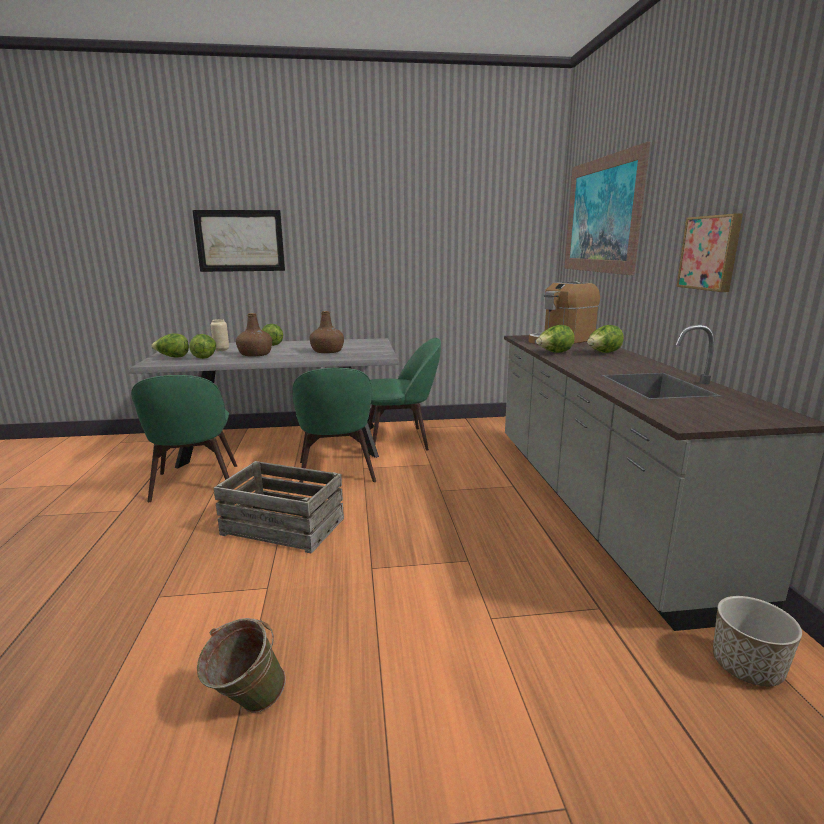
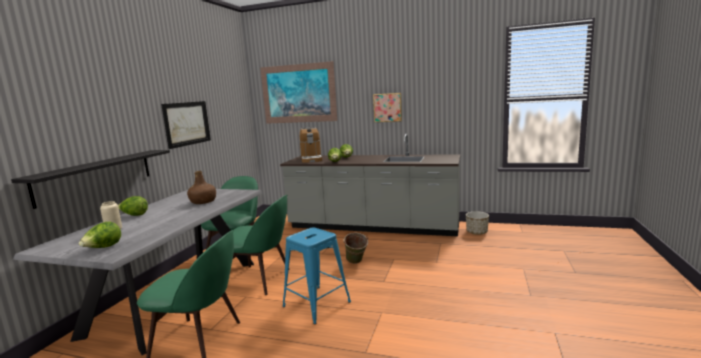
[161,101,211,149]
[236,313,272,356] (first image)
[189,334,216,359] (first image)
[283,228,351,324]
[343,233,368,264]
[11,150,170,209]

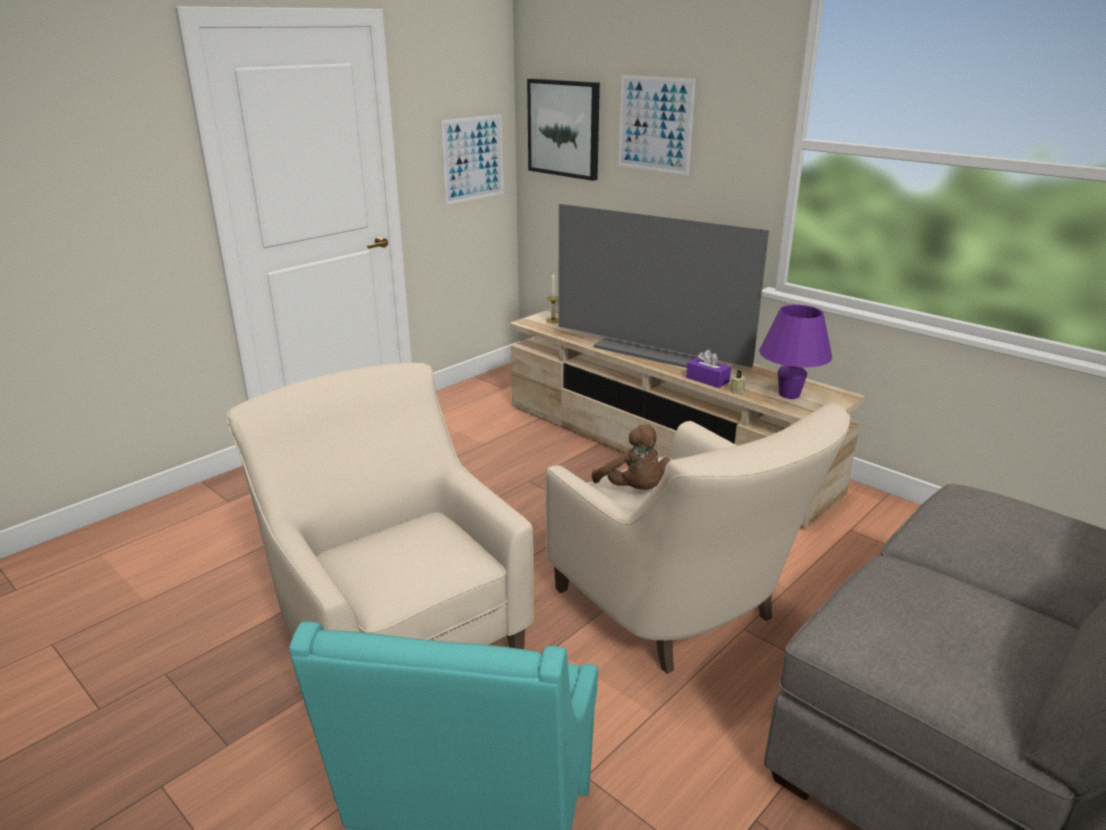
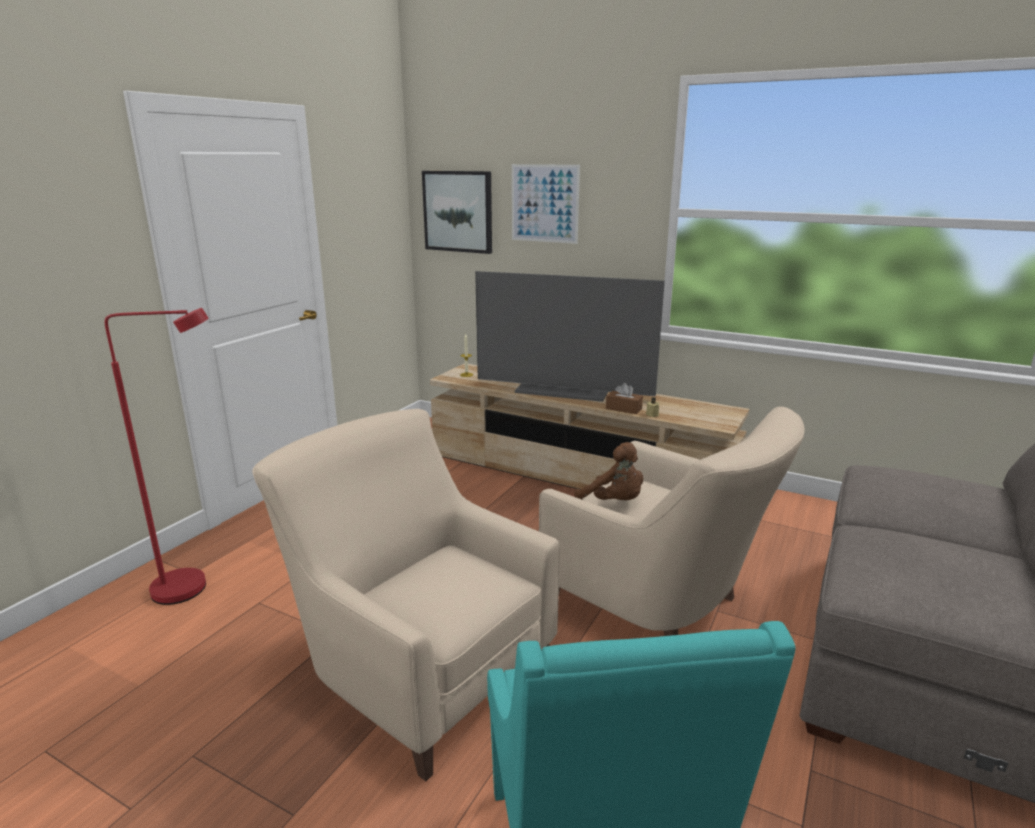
[440,114,503,205] (first image)
[759,304,832,399] (first image)
[606,383,643,414]
[105,308,209,605]

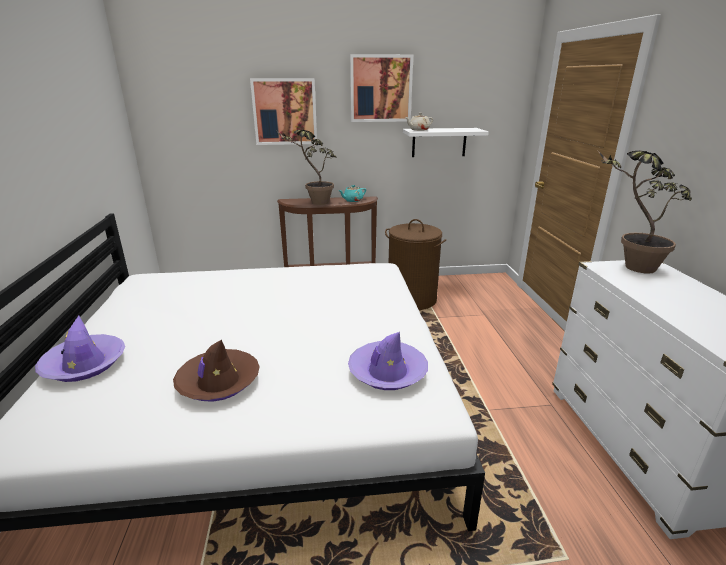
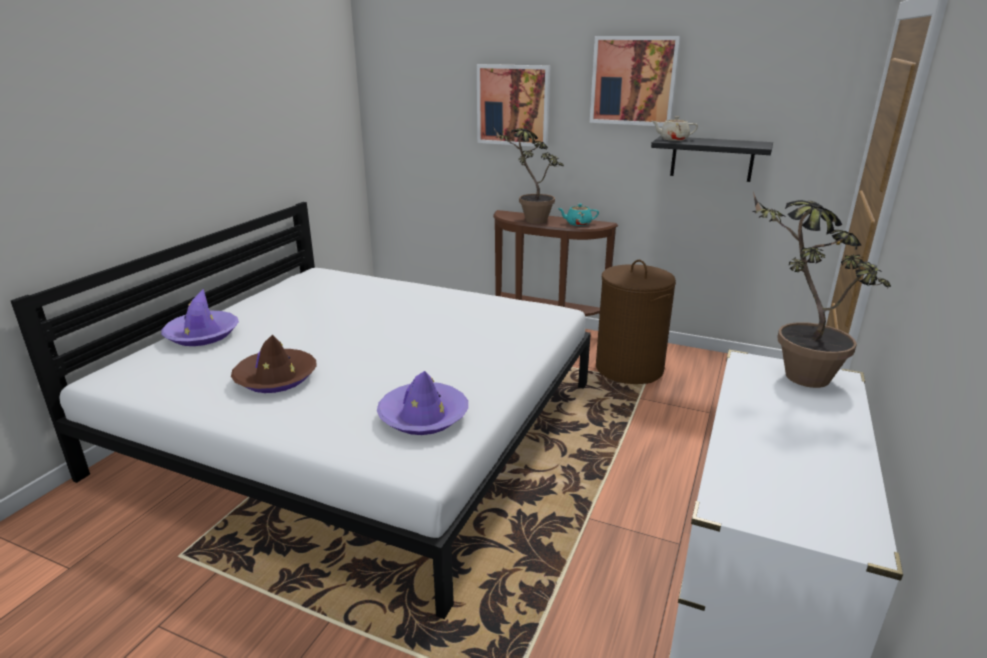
[651,136,773,182]

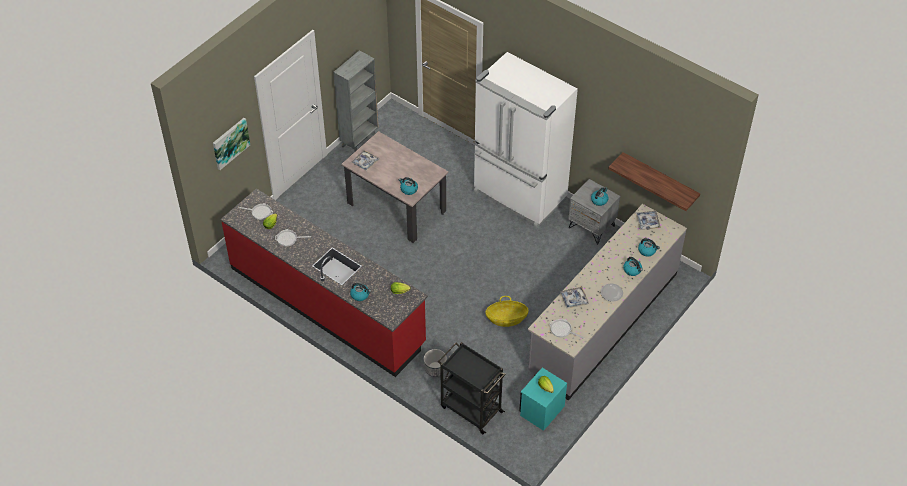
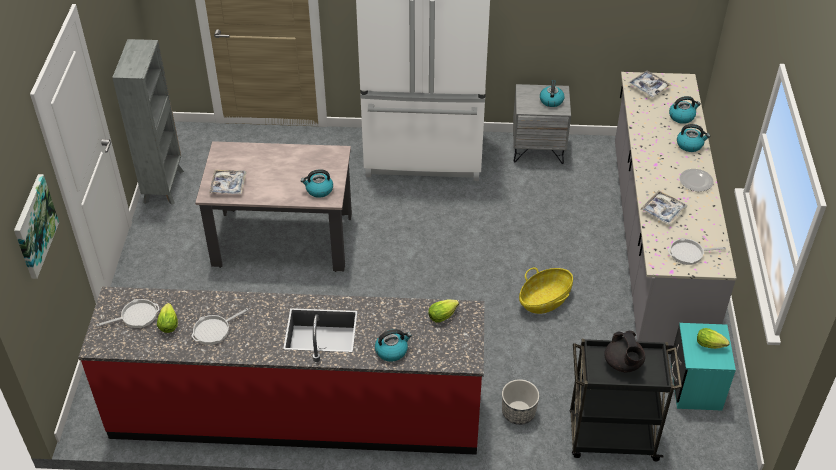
[608,152,700,211] (first image)
[604,330,645,372]

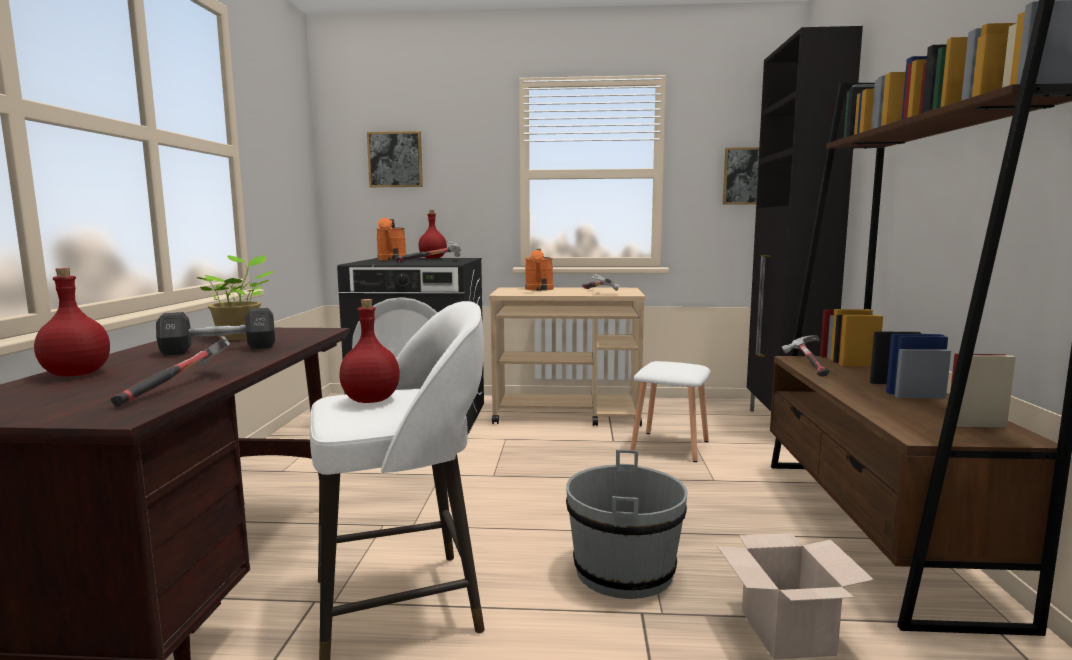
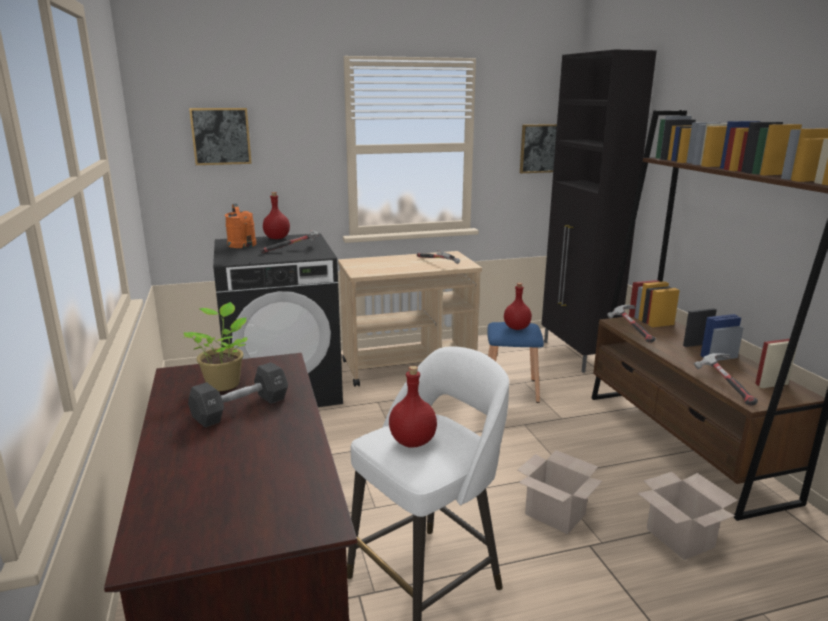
[525,249,553,291] (first image)
[504,283,532,330]
[694,353,758,406]
[487,322,544,403]
[517,450,602,534]

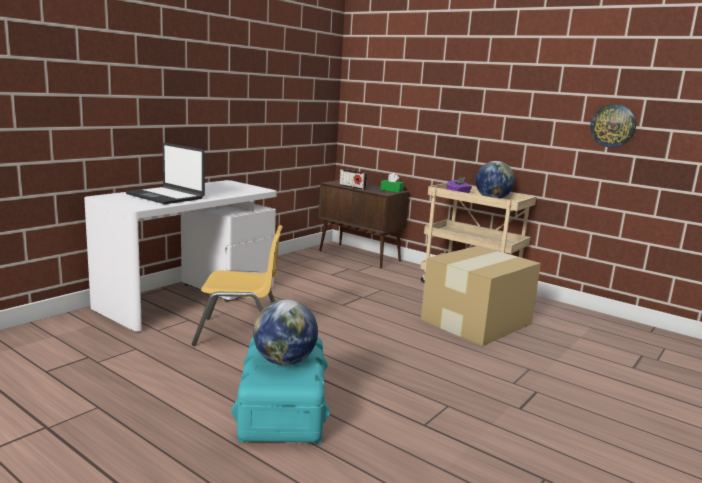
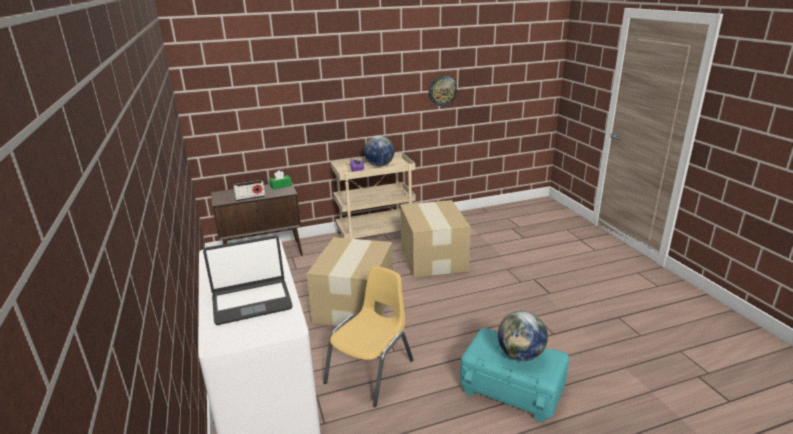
[307,237,393,326]

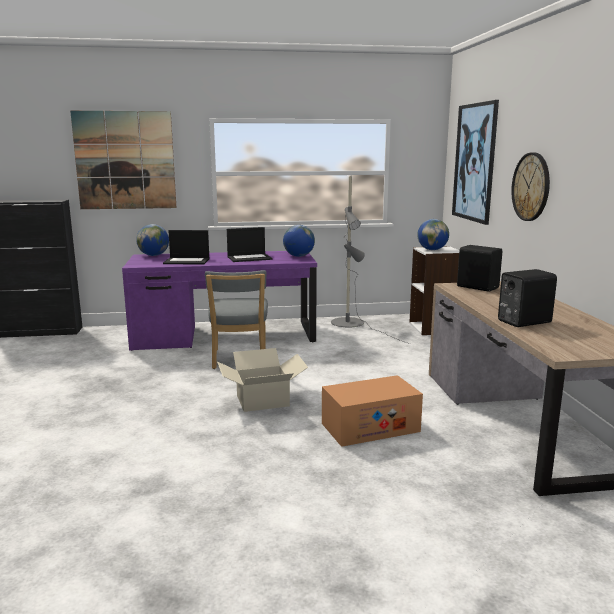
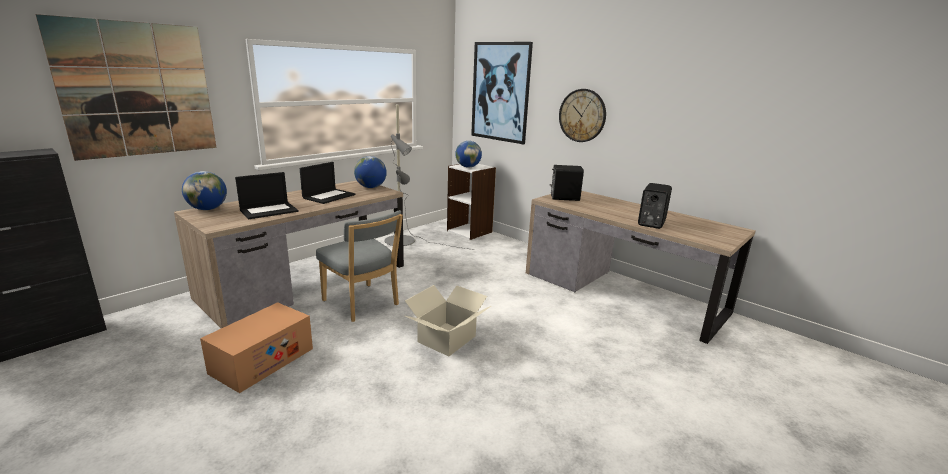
[174,180,404,328]
[200,302,313,393]

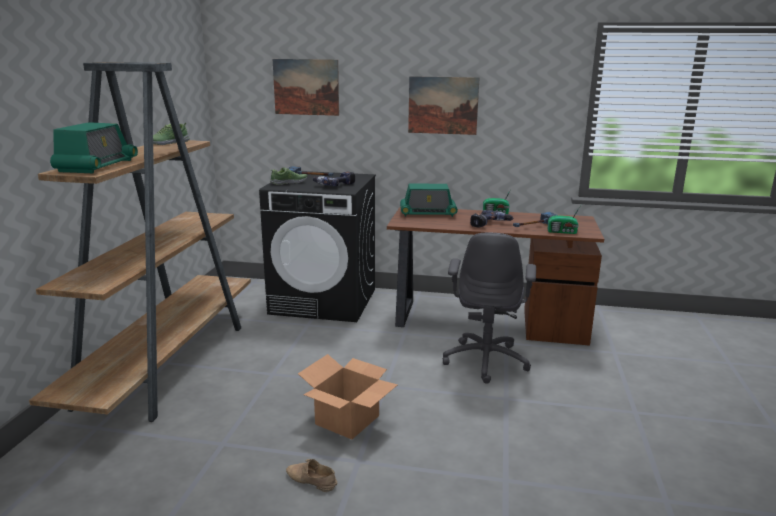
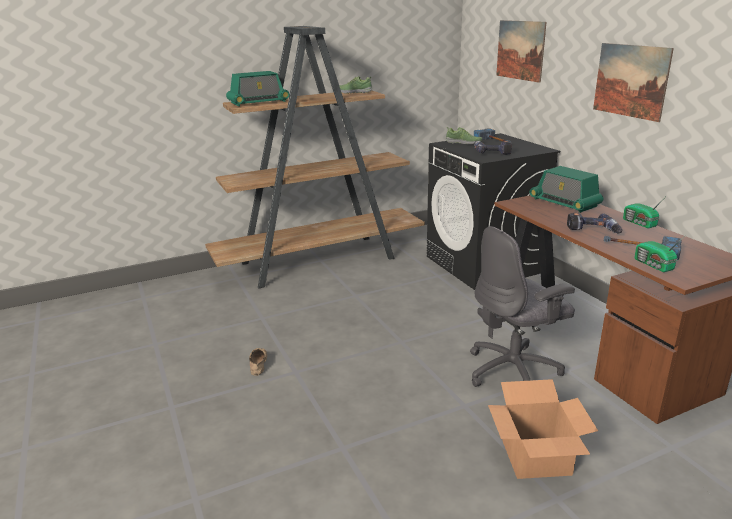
[488,379,598,479]

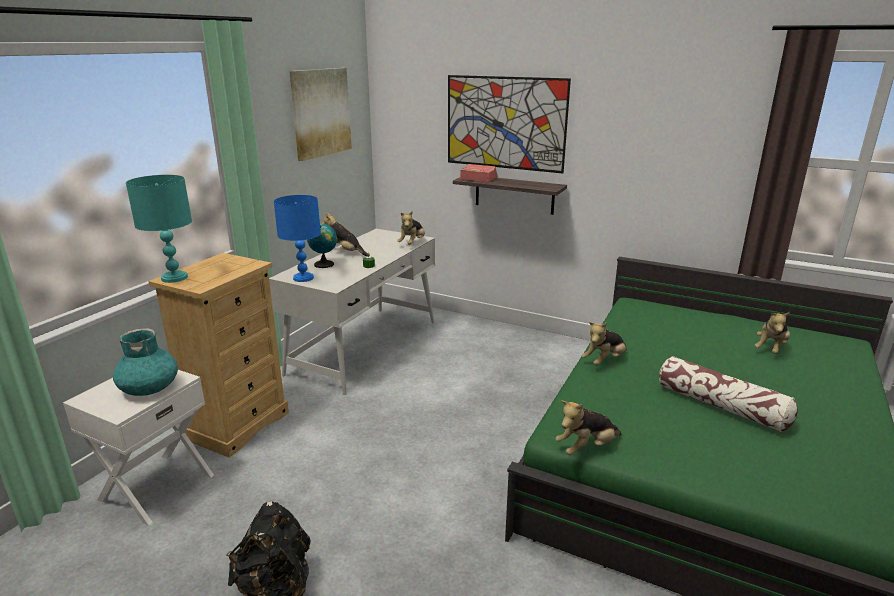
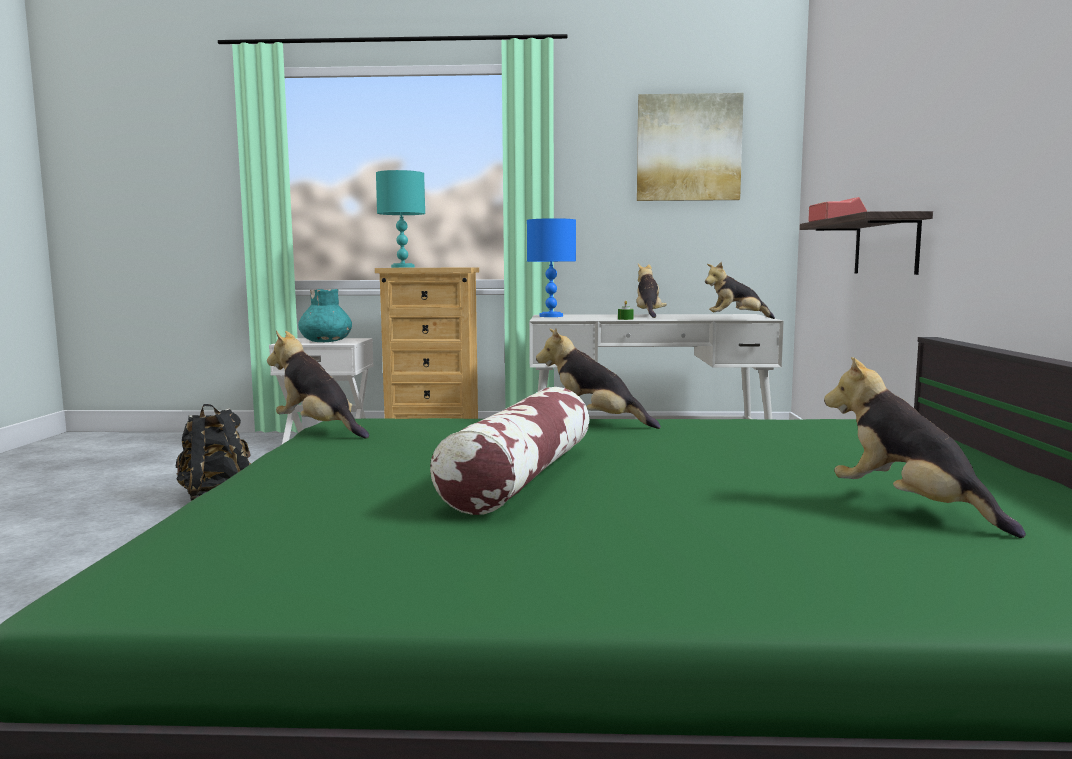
[448,75,571,173] (first image)
[307,224,337,268] (first image)
[824,357,1026,538]

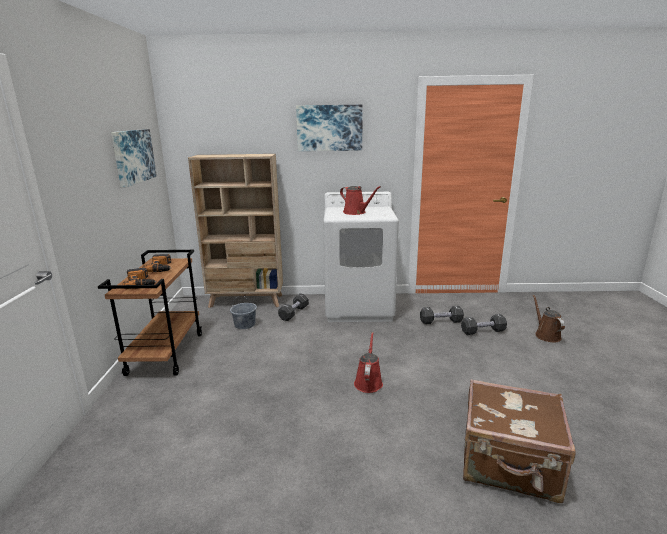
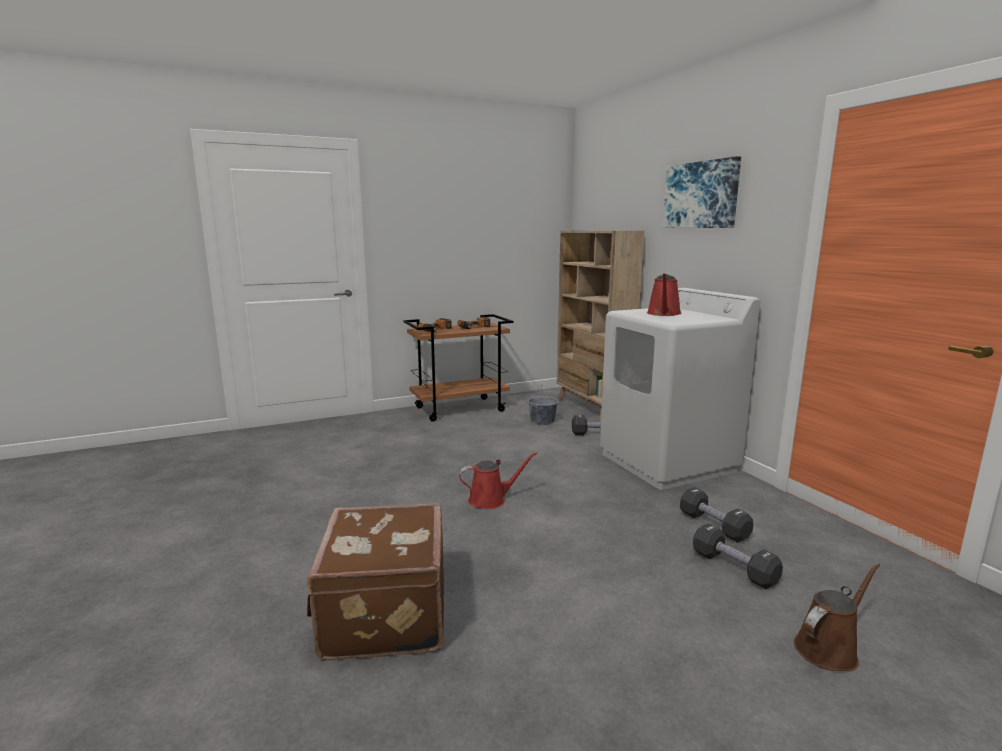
[111,129,157,188] (first image)

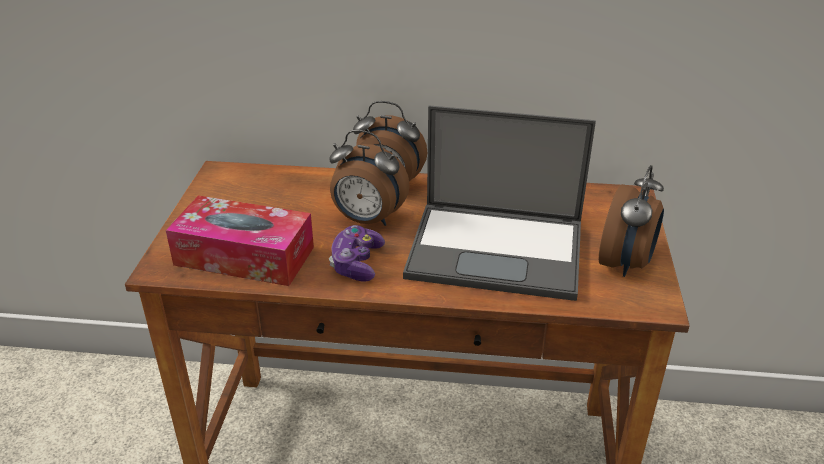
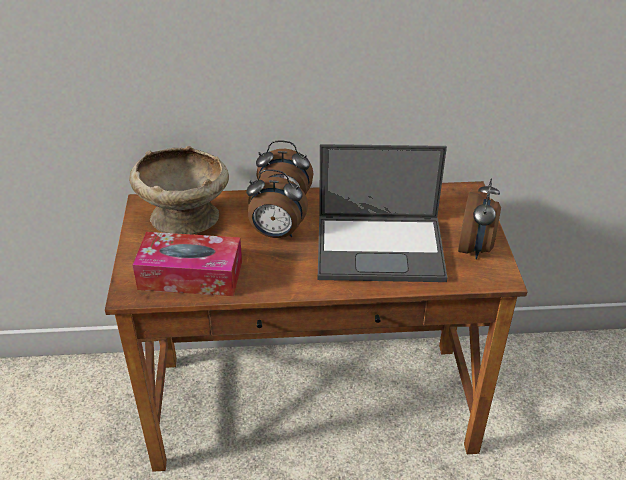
[329,225,385,282] (first image)
[129,146,229,235]

